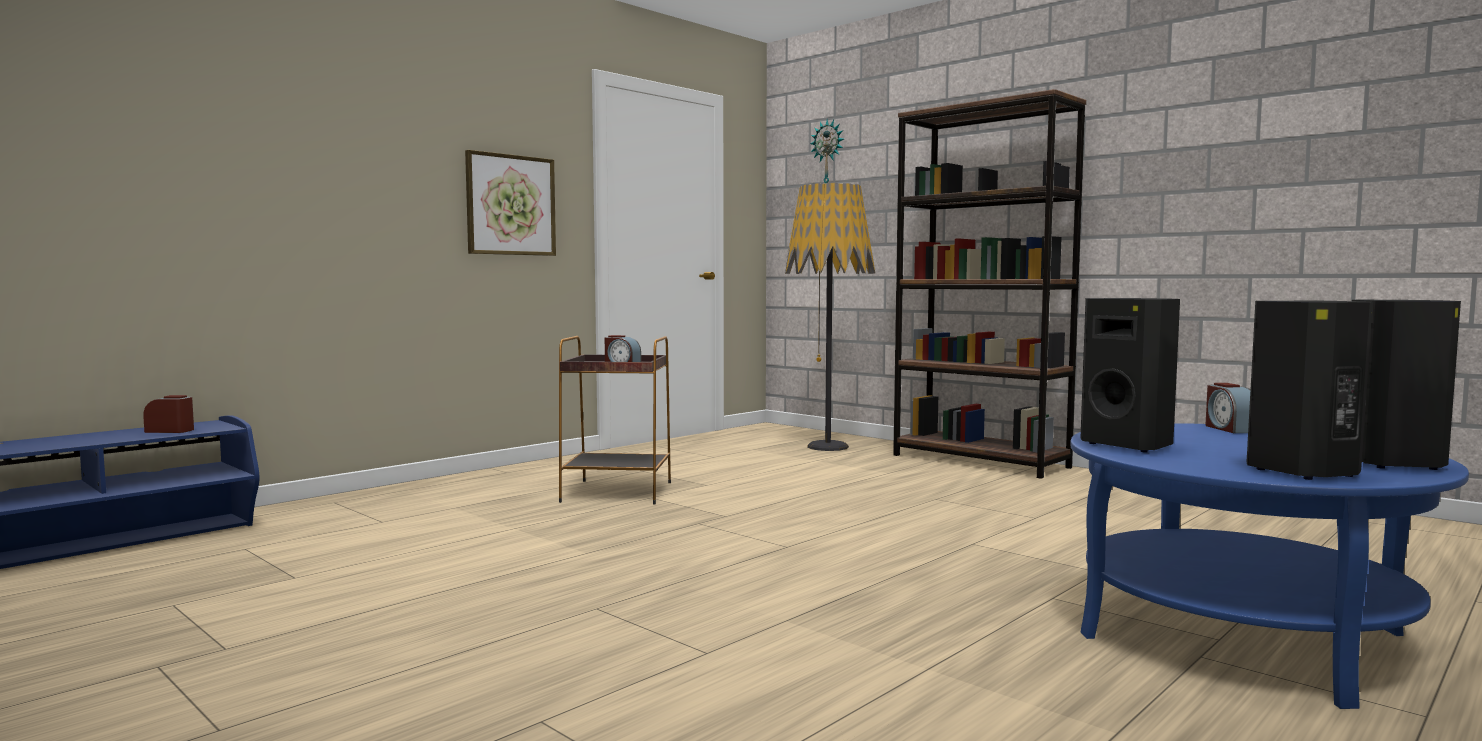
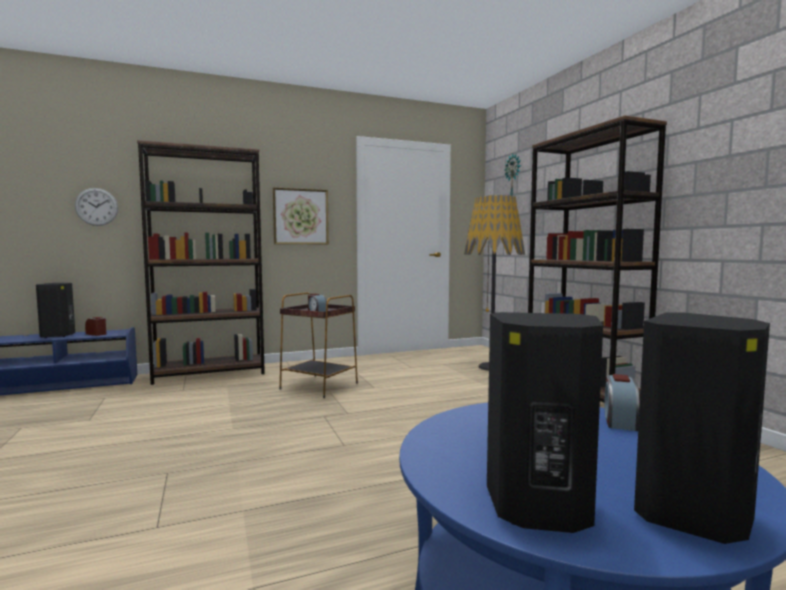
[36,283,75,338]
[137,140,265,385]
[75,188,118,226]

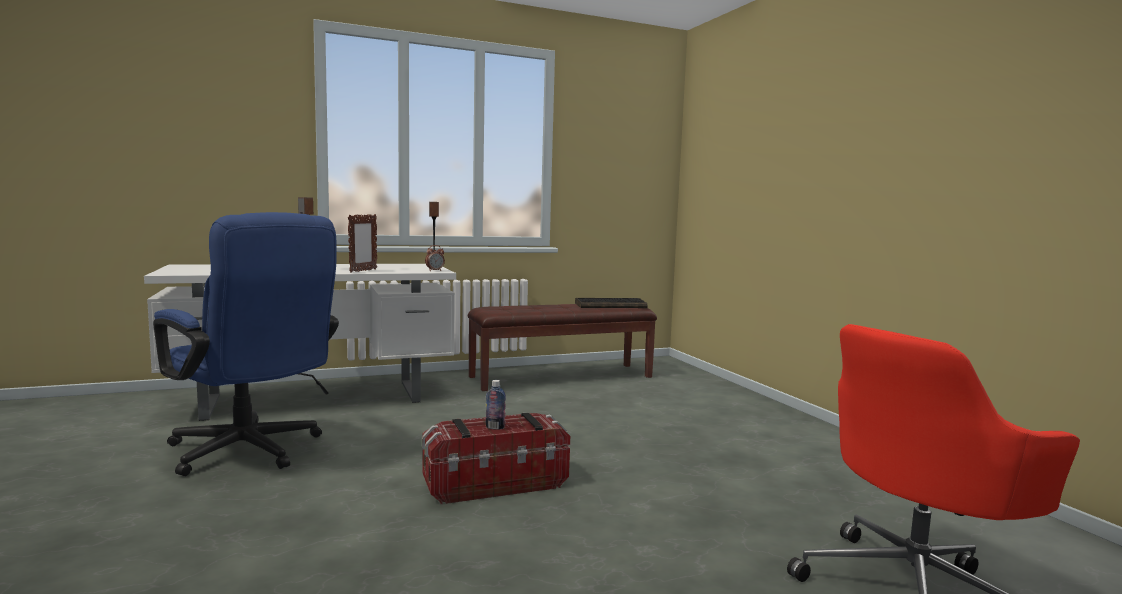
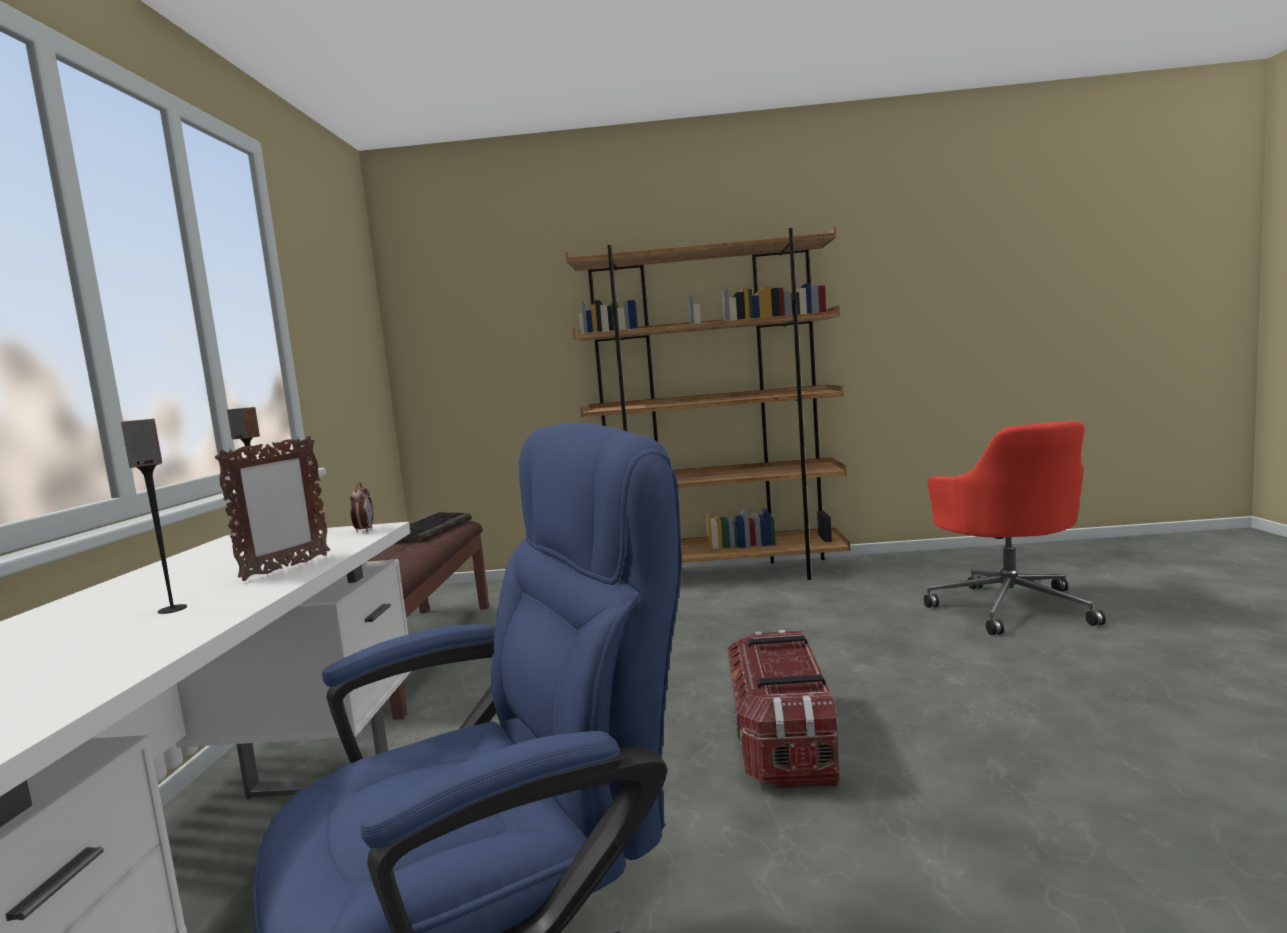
[215,436,330,581]
[485,380,506,430] (first image)
[566,227,850,580]

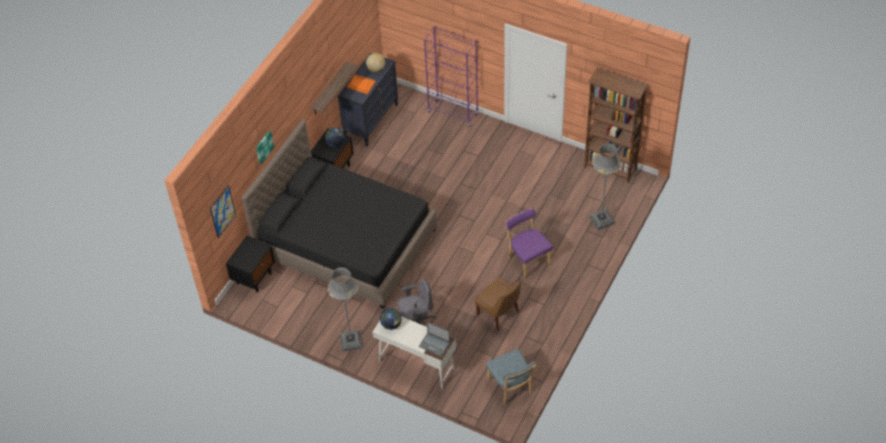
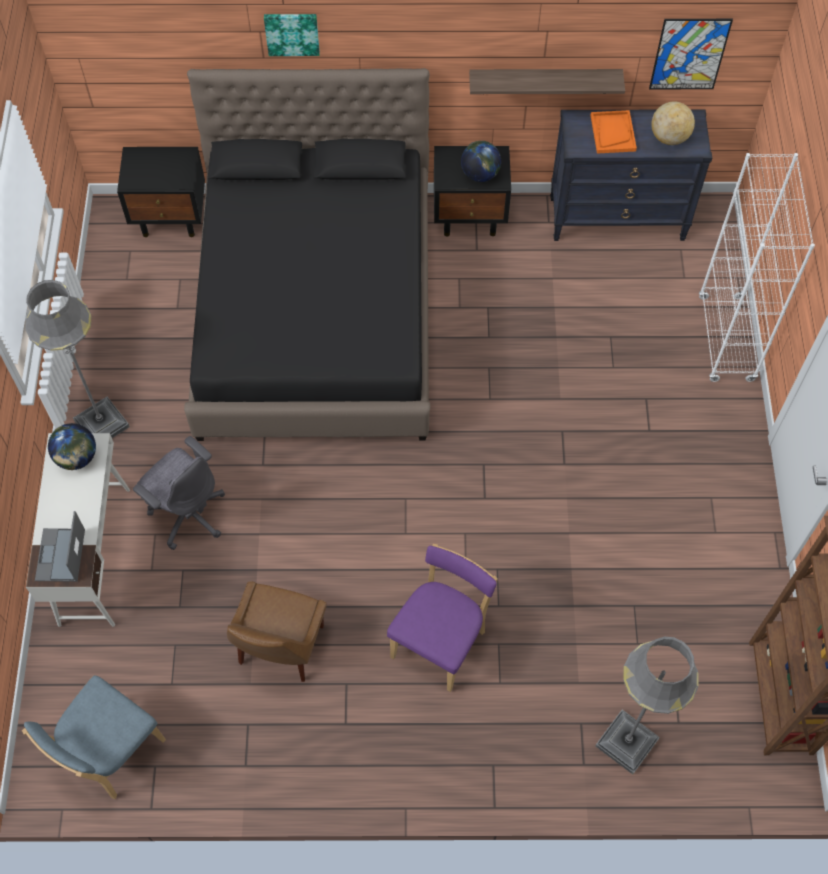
[699,153,815,382]
[649,19,733,89]

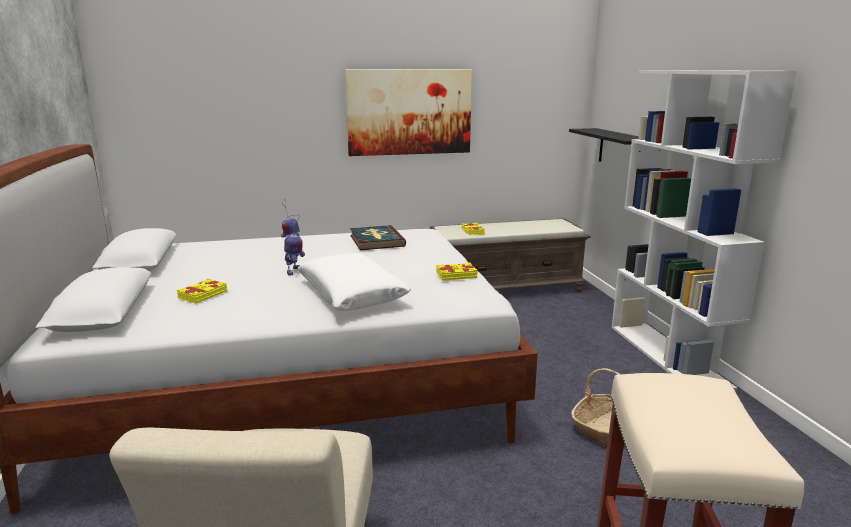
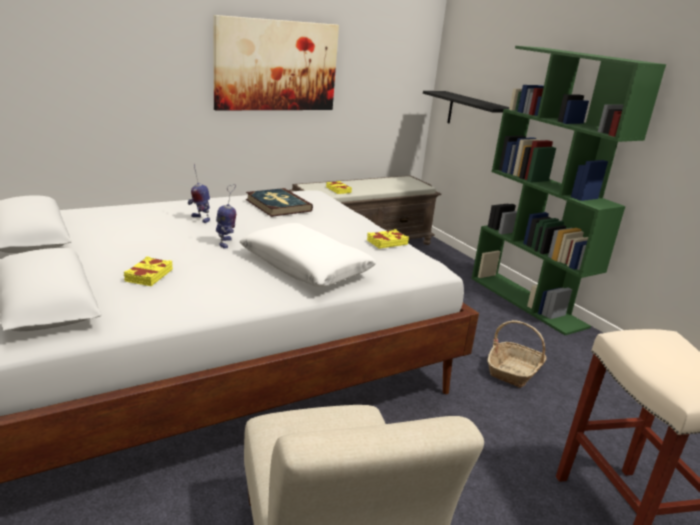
[471,46,666,335]

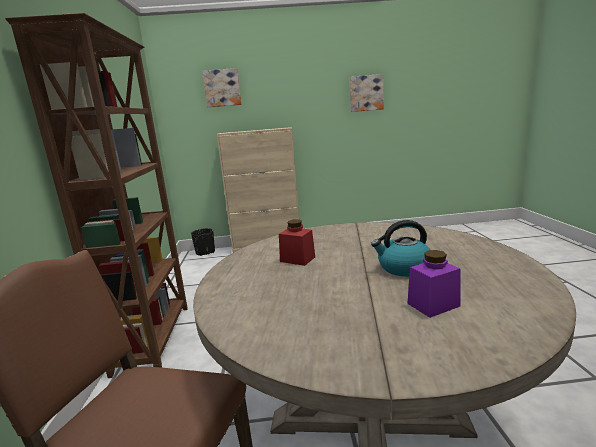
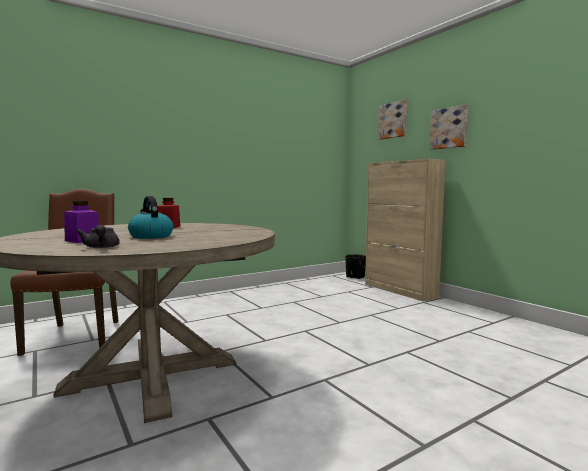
[5,13,188,378] (first image)
[429,104,468,150]
[76,225,120,248]

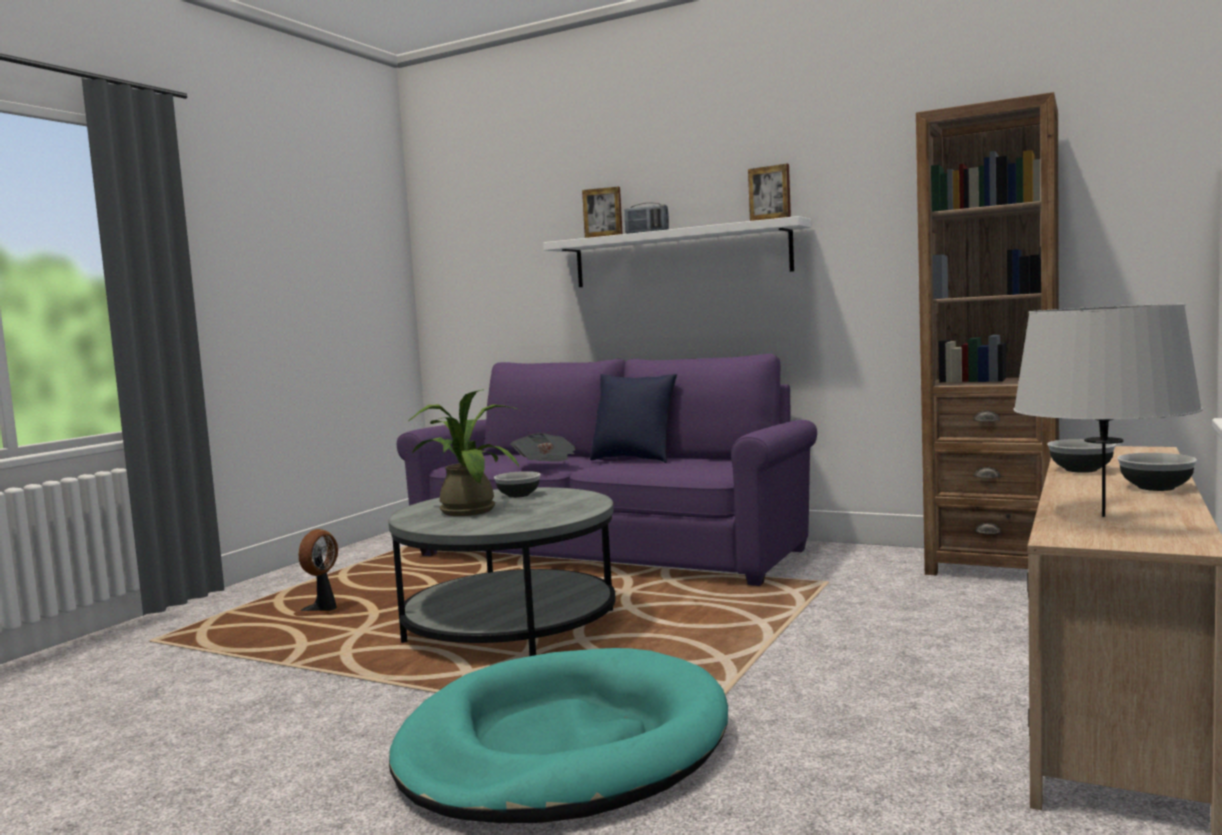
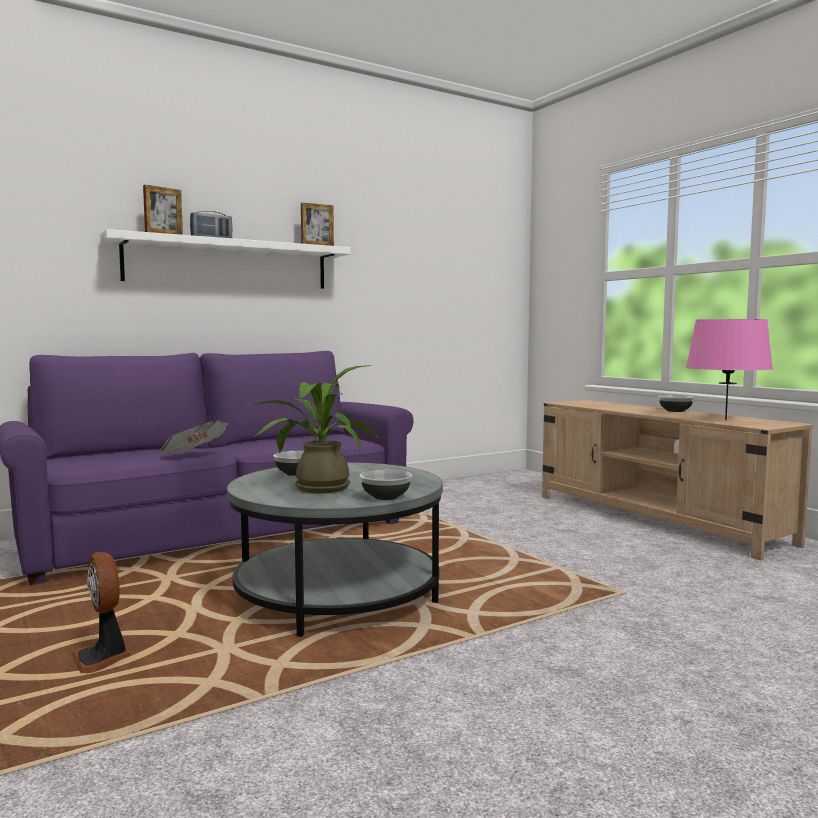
[916,92,1059,575] (first image)
[686,319,773,420]
[590,374,677,463] (first image)
[360,470,412,500]
[389,648,728,823] (first image)

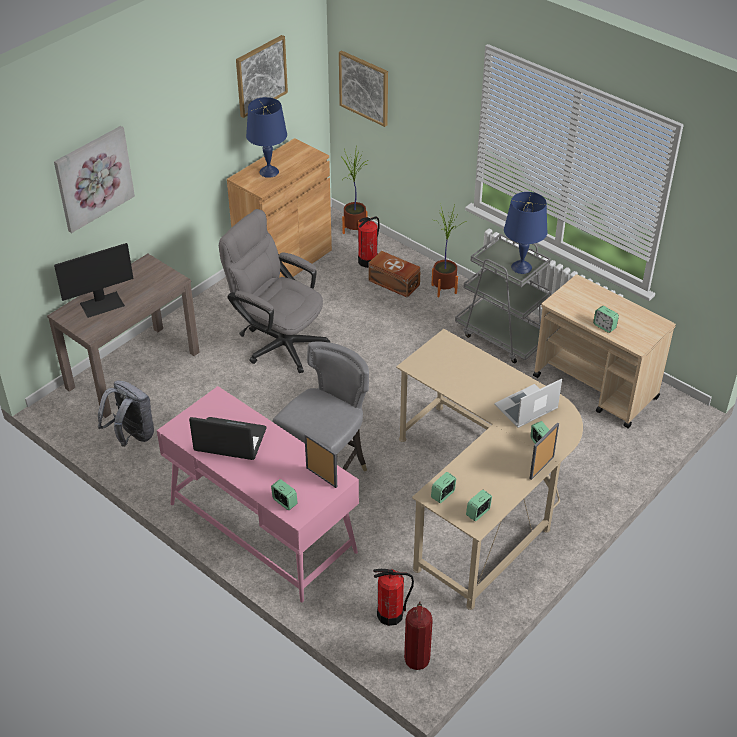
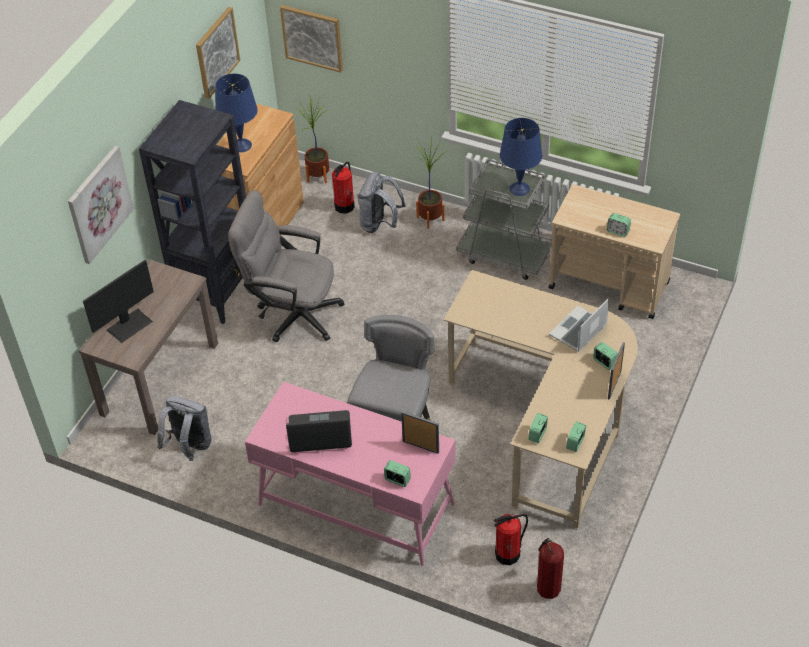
[357,172,406,233]
[139,100,246,324]

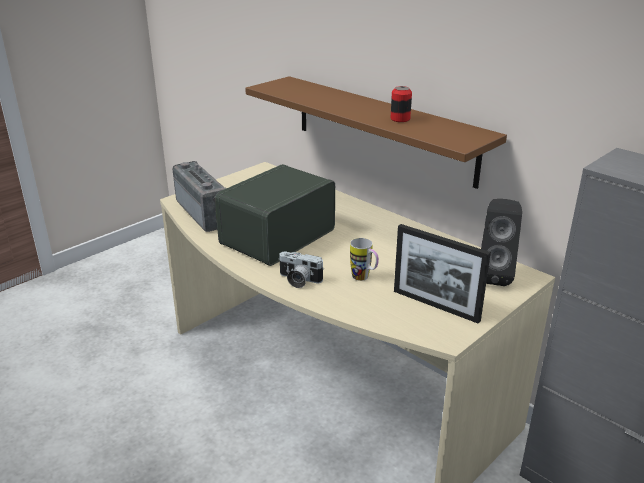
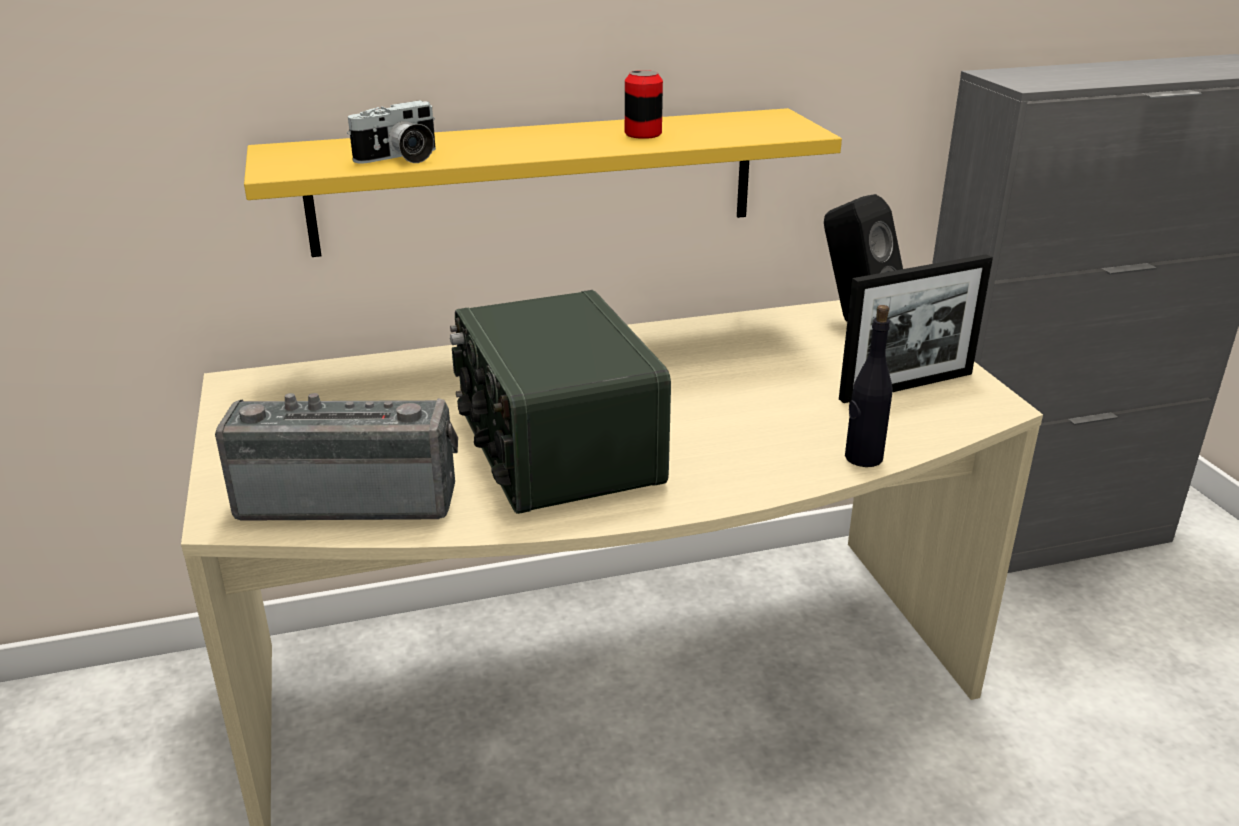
[244,108,842,257]
[350,238,379,281] (first image)
[347,100,436,163]
[845,305,893,467]

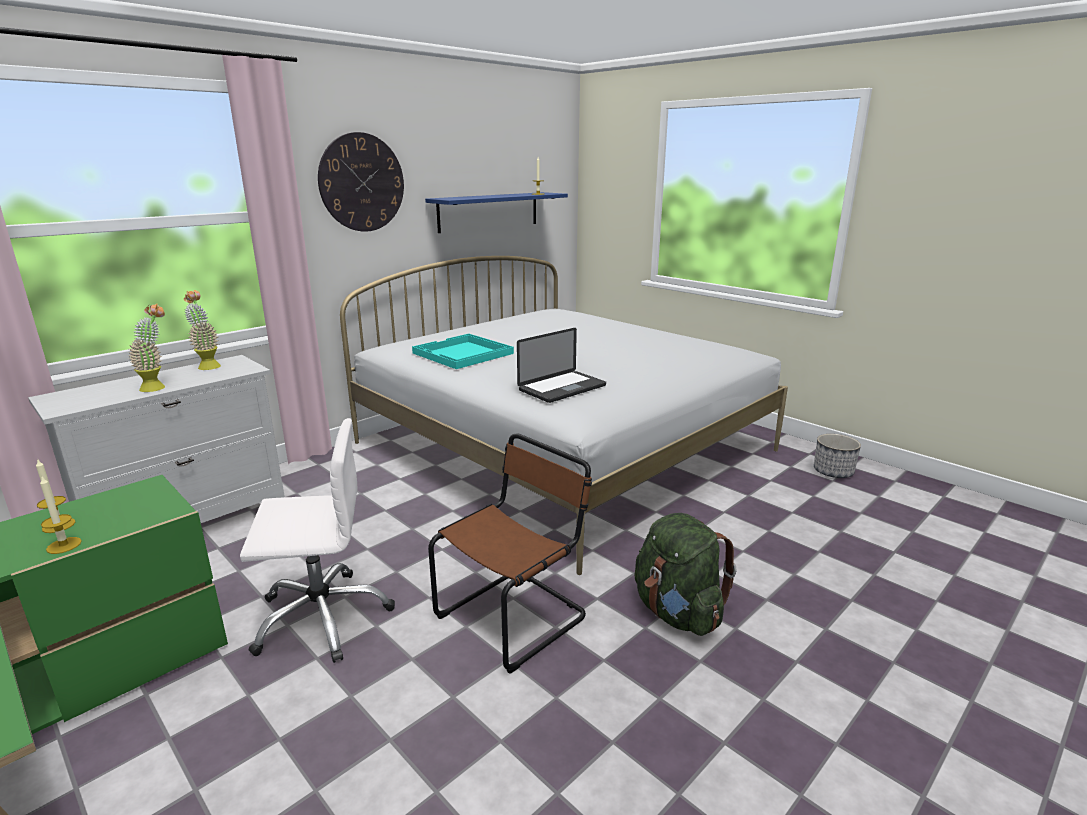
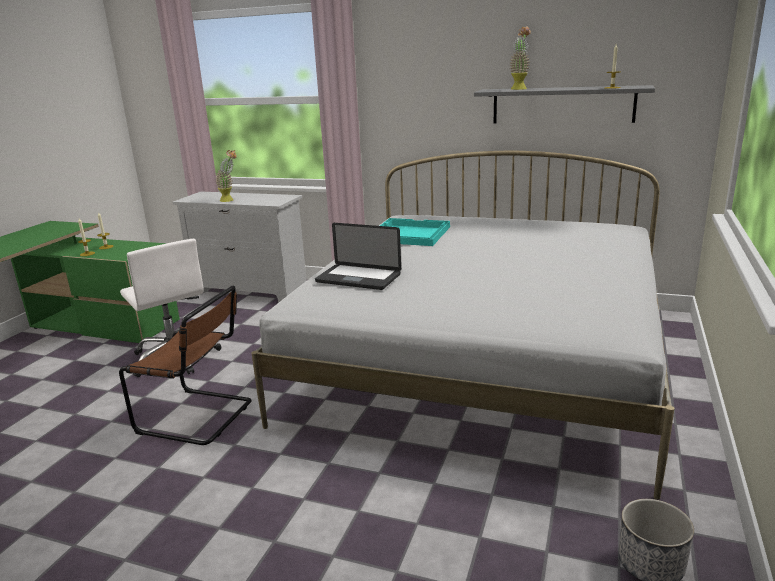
[318,132,404,232] (first image)
[474,85,655,124]
[509,27,531,90]
[634,513,737,636] (first image)

